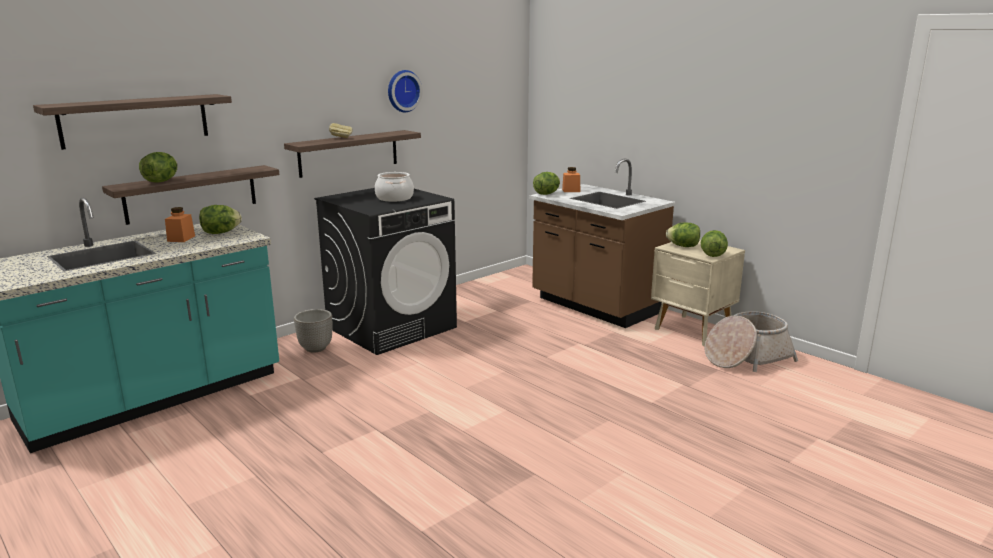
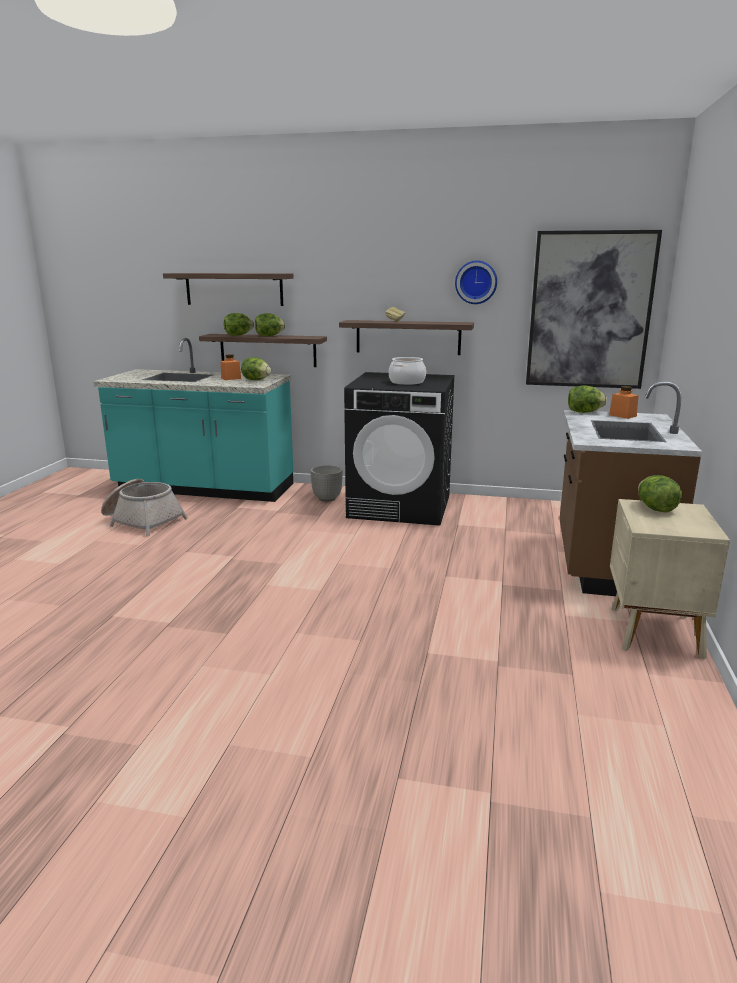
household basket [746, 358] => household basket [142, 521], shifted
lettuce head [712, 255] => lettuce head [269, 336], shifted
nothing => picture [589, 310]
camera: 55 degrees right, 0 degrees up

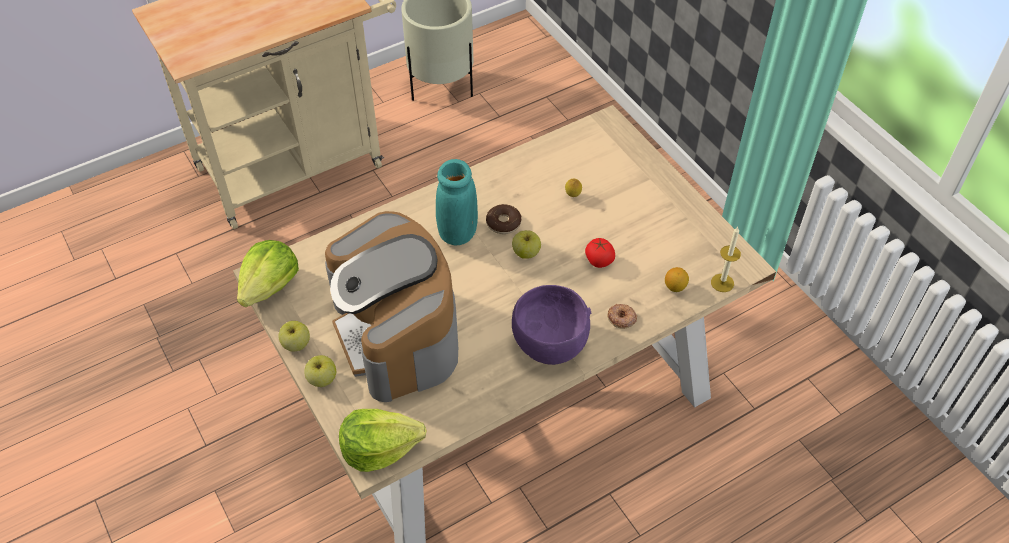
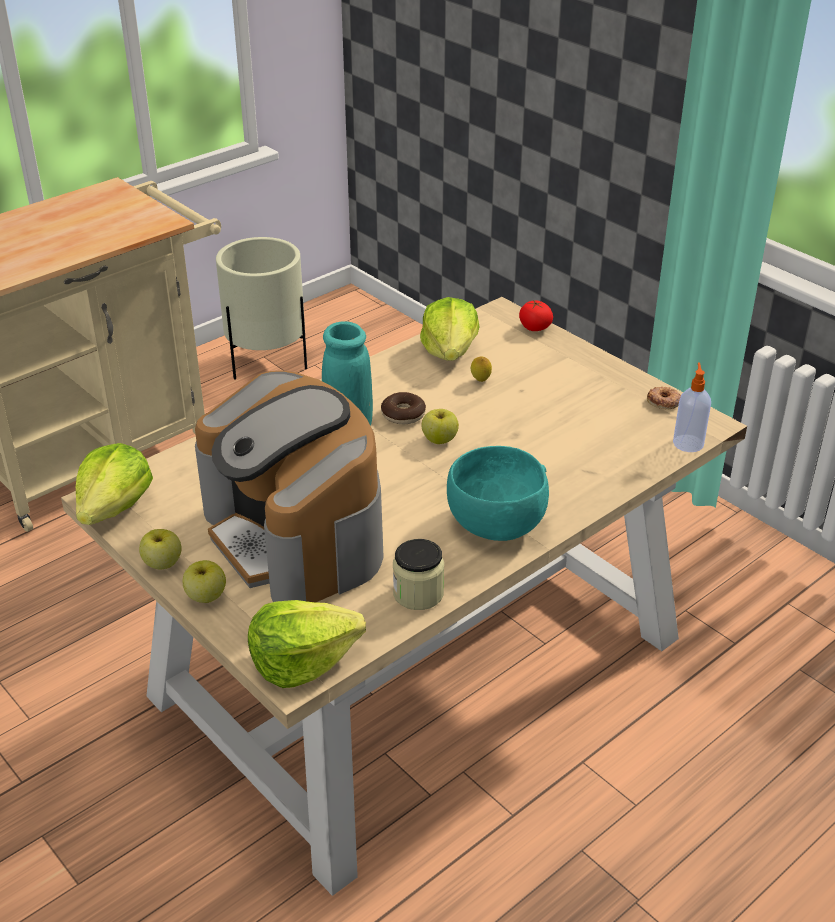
nothing => preserve jar [418, 593]
nothing => lettuce head [450, 351]
purple-coloured serving bowl [550, 343] => turquoise serving bowl [496, 524]
whole tomato [599, 260] => whole tomato [534, 328], shifted
donut [621, 318] => donut [664, 401], shifted
wax candle [722, 283] => soap bottle [688, 443]
citrus fruit [675, 287] => nothing
camera: 10 degrees left, 15 degrees down

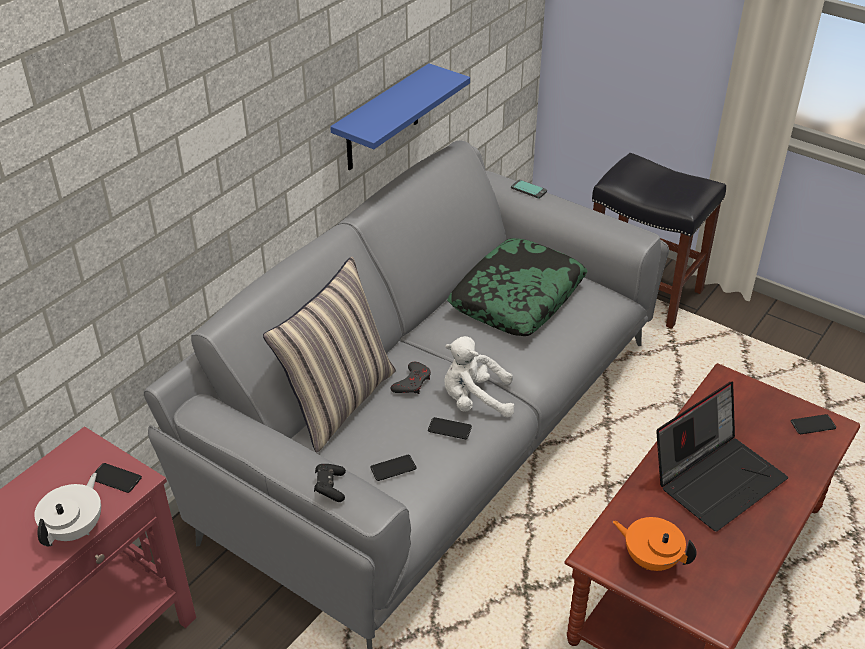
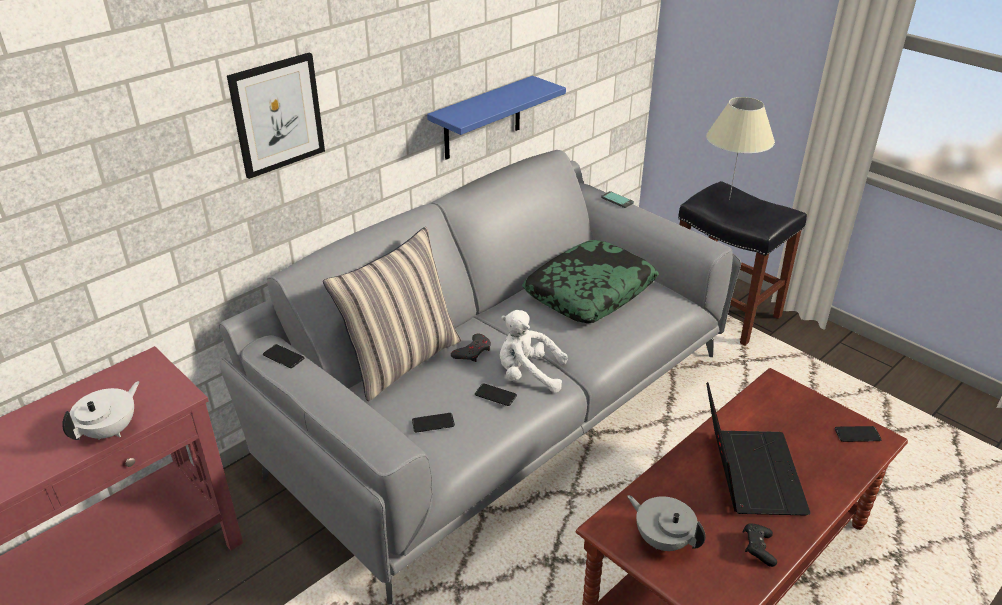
nothing => picture [277, 115]
phone [116, 478] => phone [283, 357], shifted
orangey tea pot [650, 558] => grey tea pot [662, 539]
nothing => sand-coloured table lamp [729, 199]
portable computer [717, 478] => portable computer [748, 471], 60 degrees counterclockwise
blackish gamepad [330, 487] => blackish gamepad [758, 549], shifted
camera: 10 degrees right, 5 degrees down

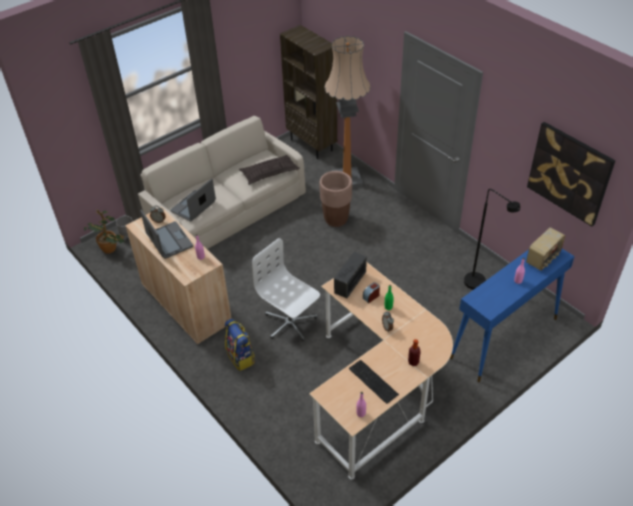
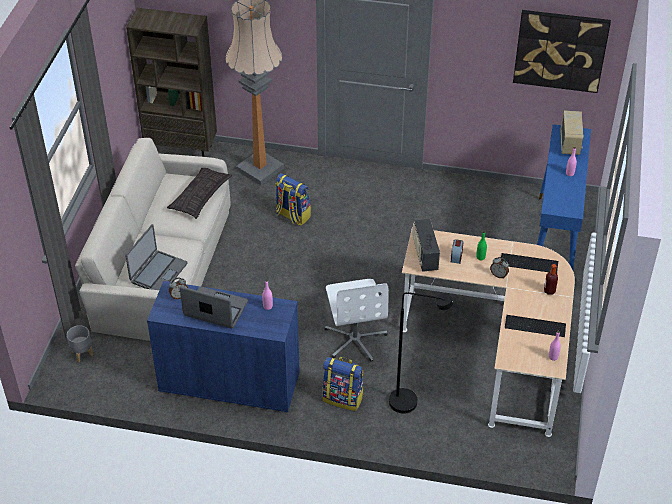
portable computer [193, 207] => portable computer [158, 273], 150 degrees counterclockwise
sand-coloured cabinet [186, 303] => bluish cabinet [229, 382]
brown planter [336, 219] => rucksack [292, 215]
white-coloured office chair [290, 323] => white-coloured office chair [355, 339], 105 degrees counterclockwise
blackish standing lamp [479, 285] => blackish standing lamp [411, 402], shifted
nothing => computer keyboard [529, 264]
potted plant [111, 251] => nothing
camera: 40 degrees left, 0 degrees up

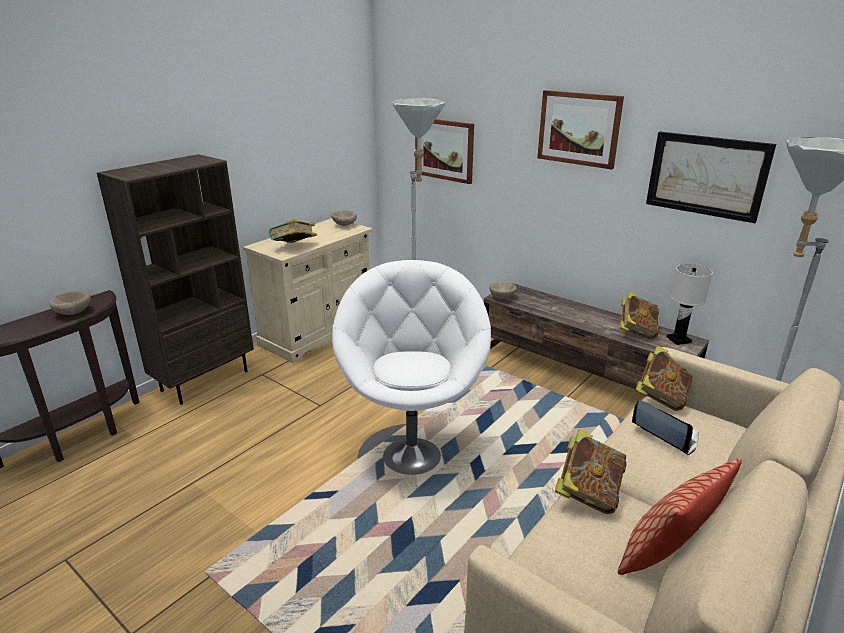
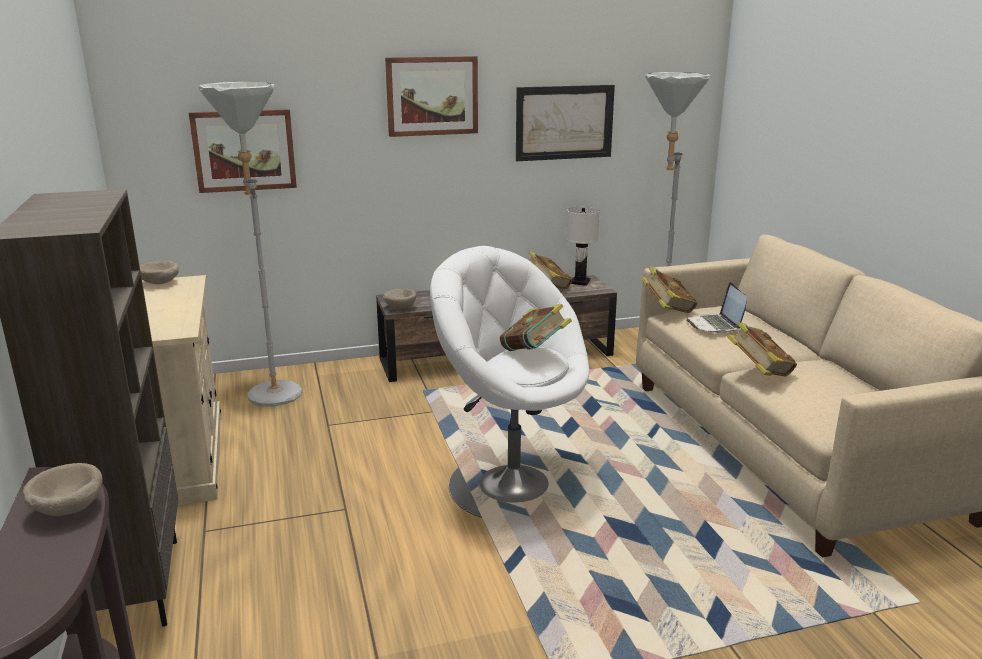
book [294, 247] => book [534, 353], shifted
portable computer [664, 434] => portable computer [715, 325], 90 degrees counterclockwise
pillow [666, 556] => nothing
camera: 55 degrees left, 5 degrees down

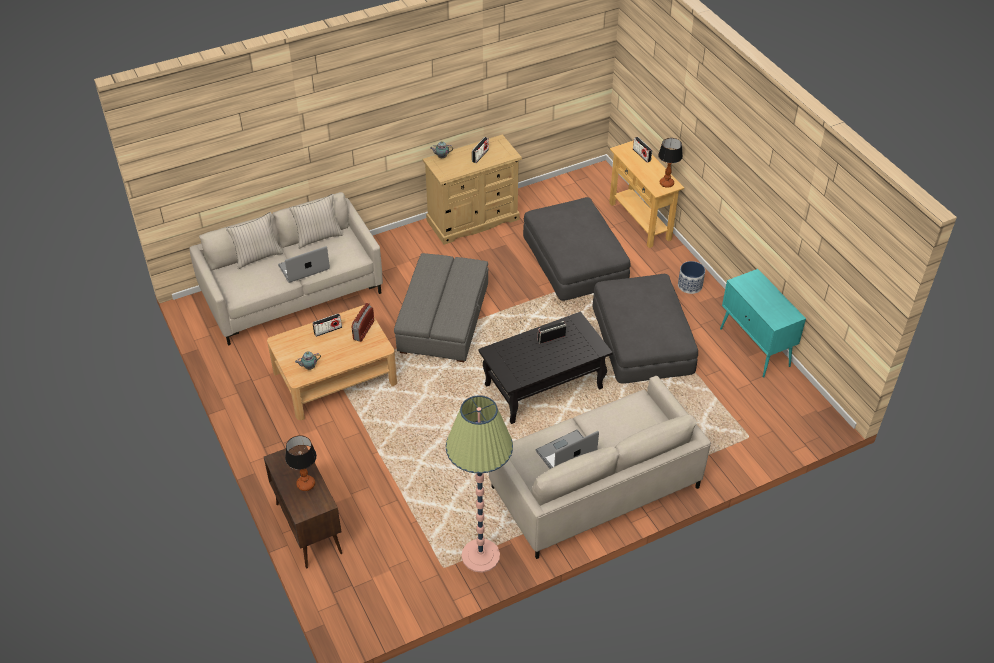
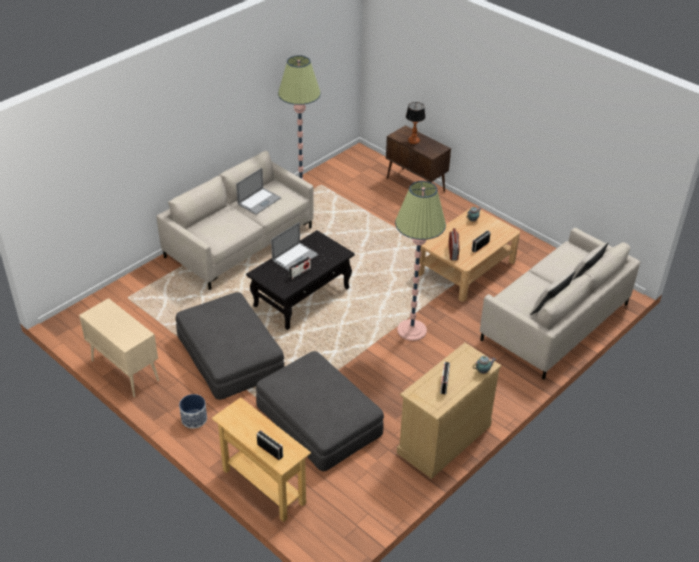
turquoise cabinet [755, 348] => sand-coloured cabinet [124, 370]
portable computer [304, 267] => portable computer [295, 257], shifted
grey footrest [443, 319] => standing lamp [411, 330]
table lamp [666, 183] => nothing
camera: 160 degrees right, 5 degrees down

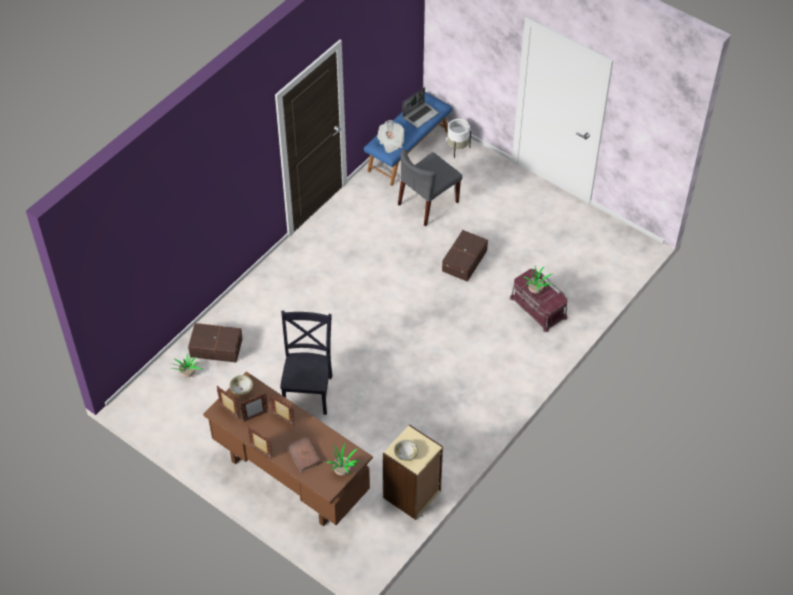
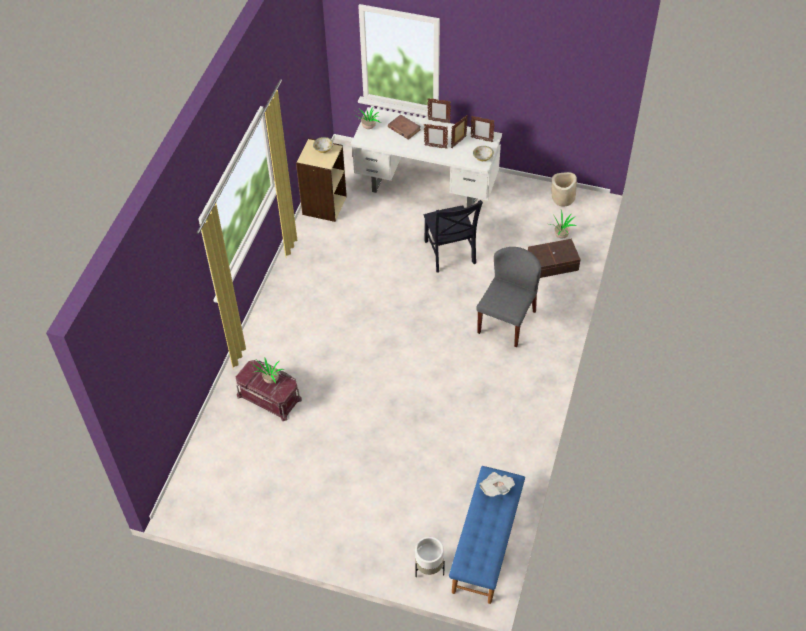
brown desk table [290, 478] => white-coloured desk table [427, 188]
grey upright chair [428, 203] => grey upright chair [506, 321], shifted
nothing => sand-coloured planter [562, 198]
portable computer [420, 115] => nothing
brown storage container [465, 260] => nothing
camera: 160 degrees right, 0 degrees up

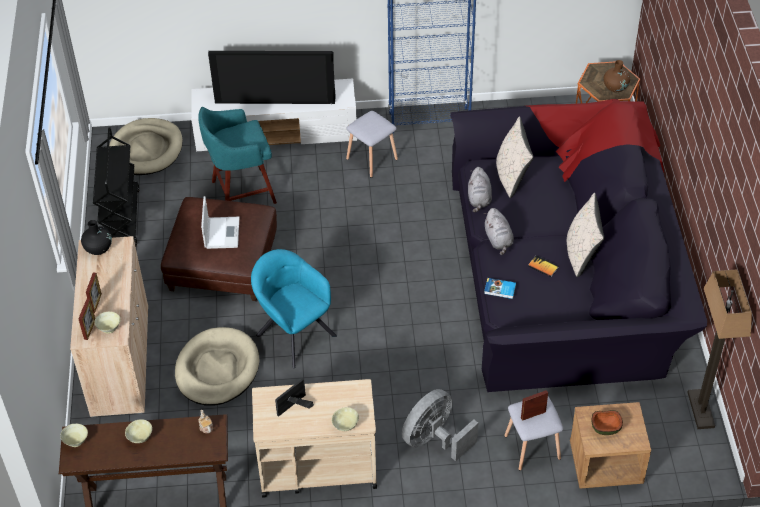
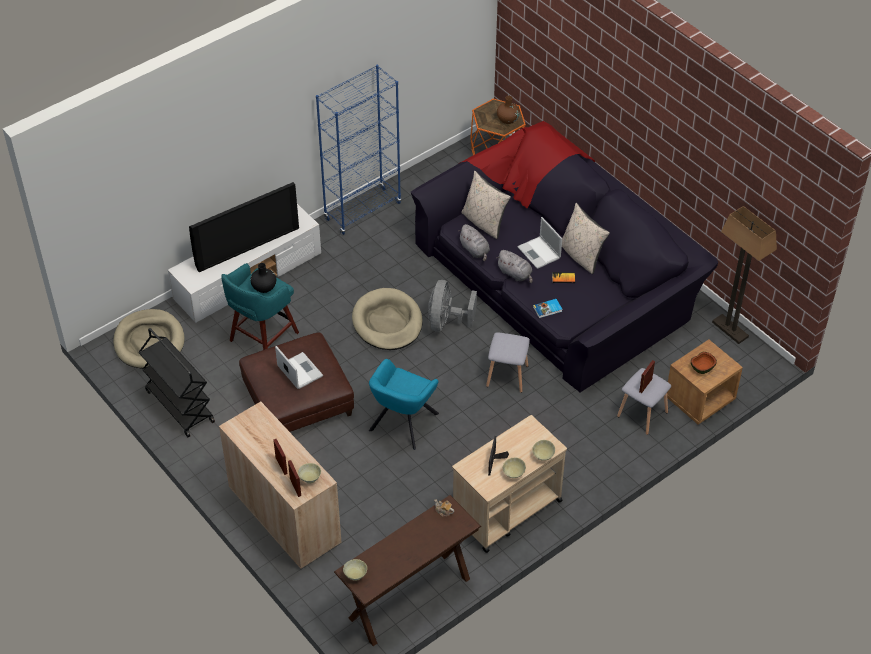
blackish decorative vase [98, 248] => blackish decorative vase [264, 287], shifted
sand-coloured dog bed [217, 369] => sand-coloured dog bed [387, 322], shifted
turquoise easy chair [294, 333] => turquoise easy chair [402, 424], 75 degrees counterclockwise
grey fan [434, 440] => grey fan [446, 322], shifted
grey stool seat [372, 158] => grey stool seat [507, 375], shifted
sand-coloured serving bowl [140, 437] => sand-coloured serving bowl [513, 473], shifted
nothing => portable computer [539, 253]
camera: 35 degrees left, 0 degrees up

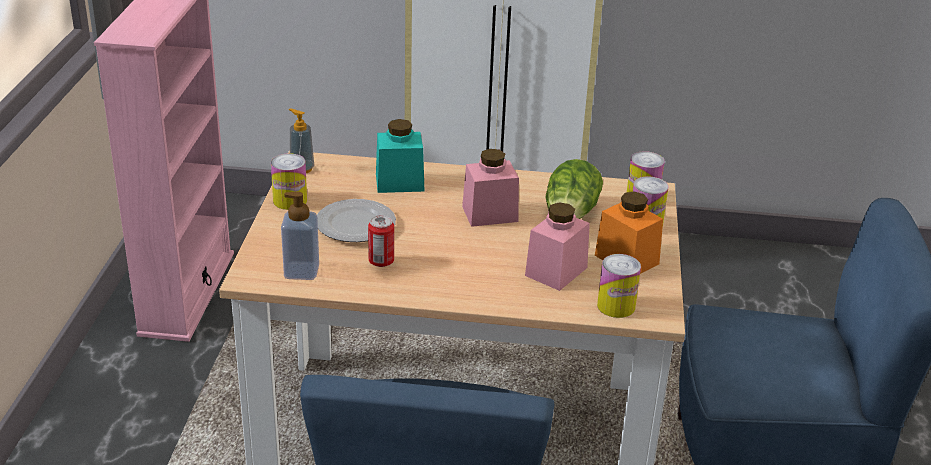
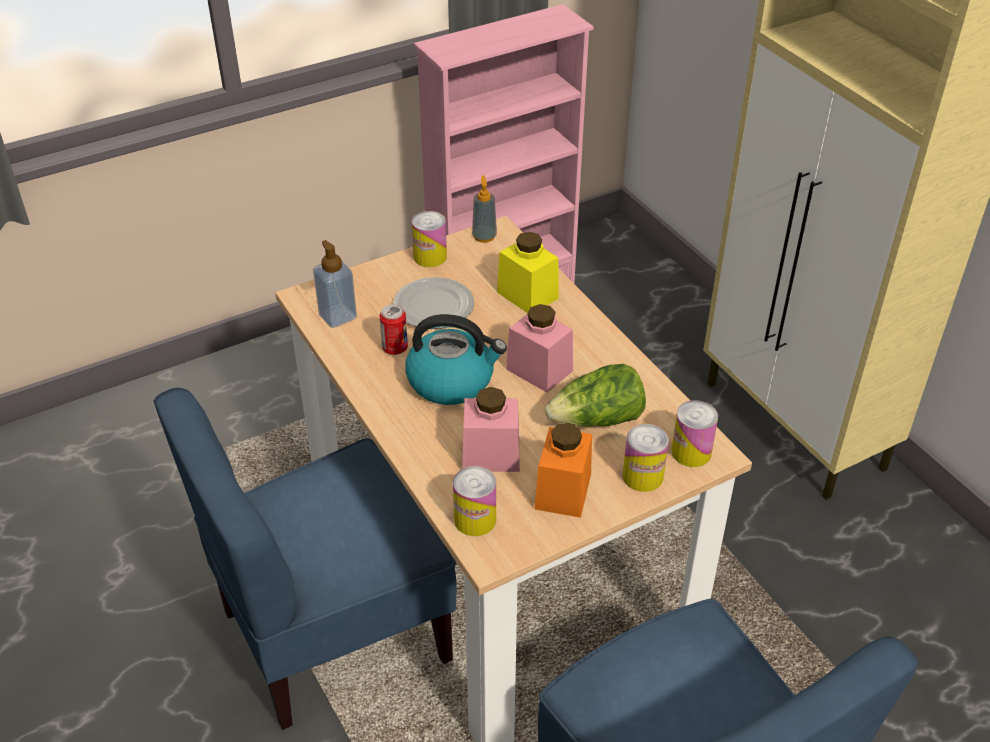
nothing => tea kettle [452, 381]
turquoise preserve jar [399, 182] => yellowish preserve jar [527, 295]
camera: 55 degrees right, 10 degrees up

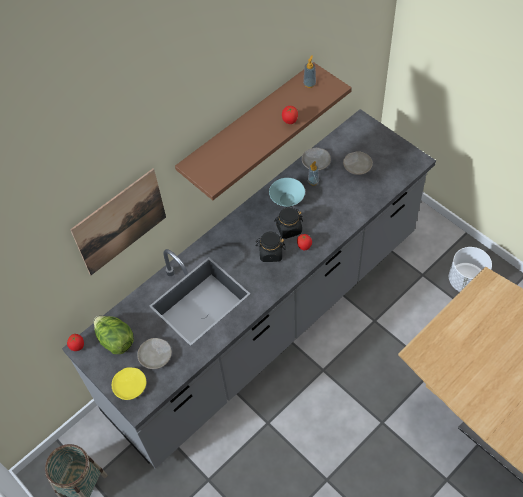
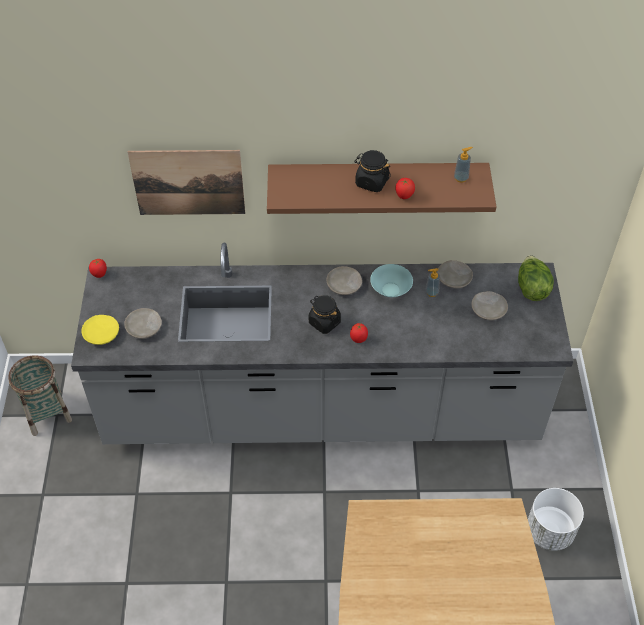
nothing => sand-coloured plate [344, 285]
blackish preserve jar [289, 229] => blackish preserve jar [371, 182], shifted
lettuce head [115, 341] => lettuce head [531, 288], shifted
camera: 40 degrees right, 5 degrees down

